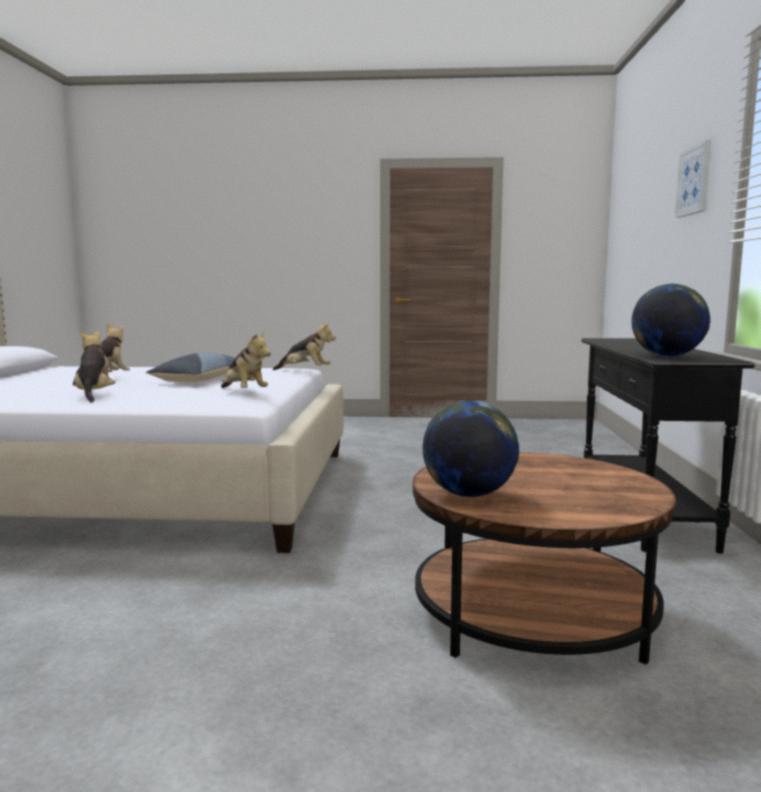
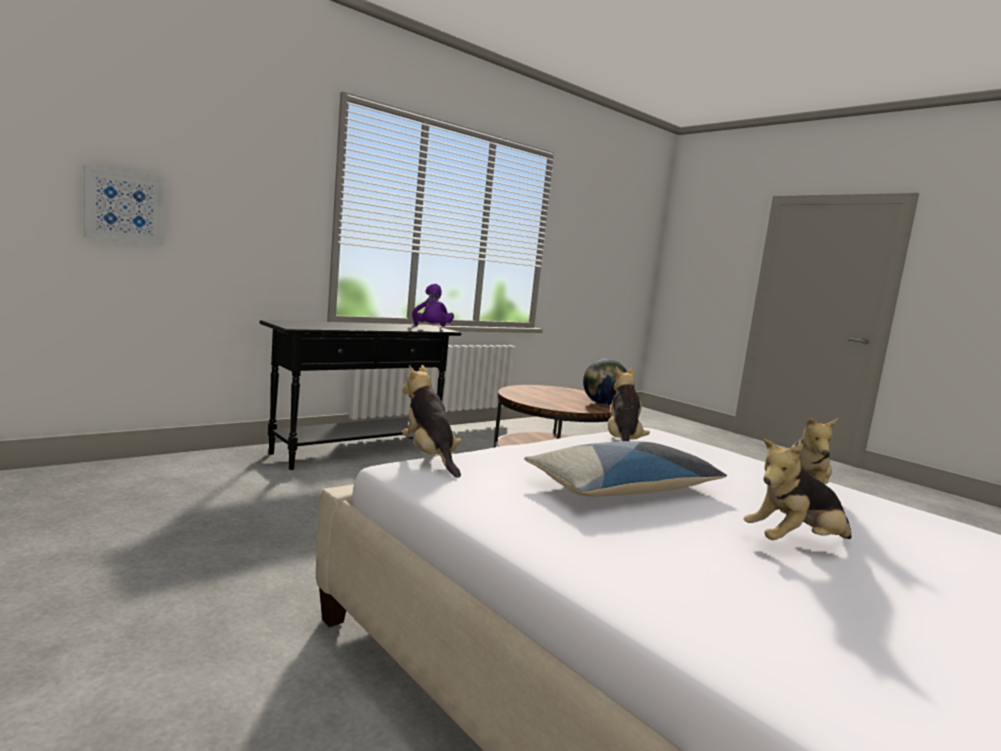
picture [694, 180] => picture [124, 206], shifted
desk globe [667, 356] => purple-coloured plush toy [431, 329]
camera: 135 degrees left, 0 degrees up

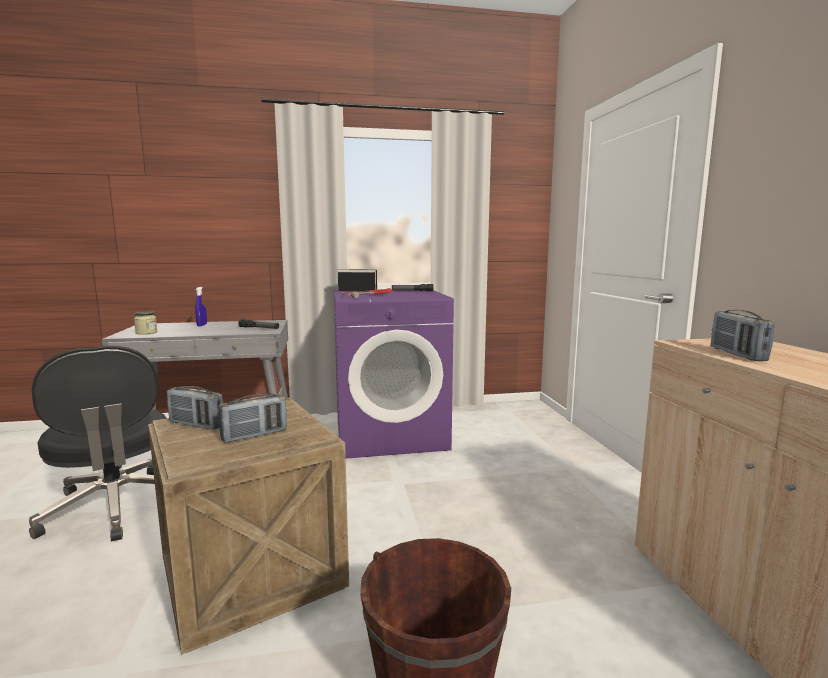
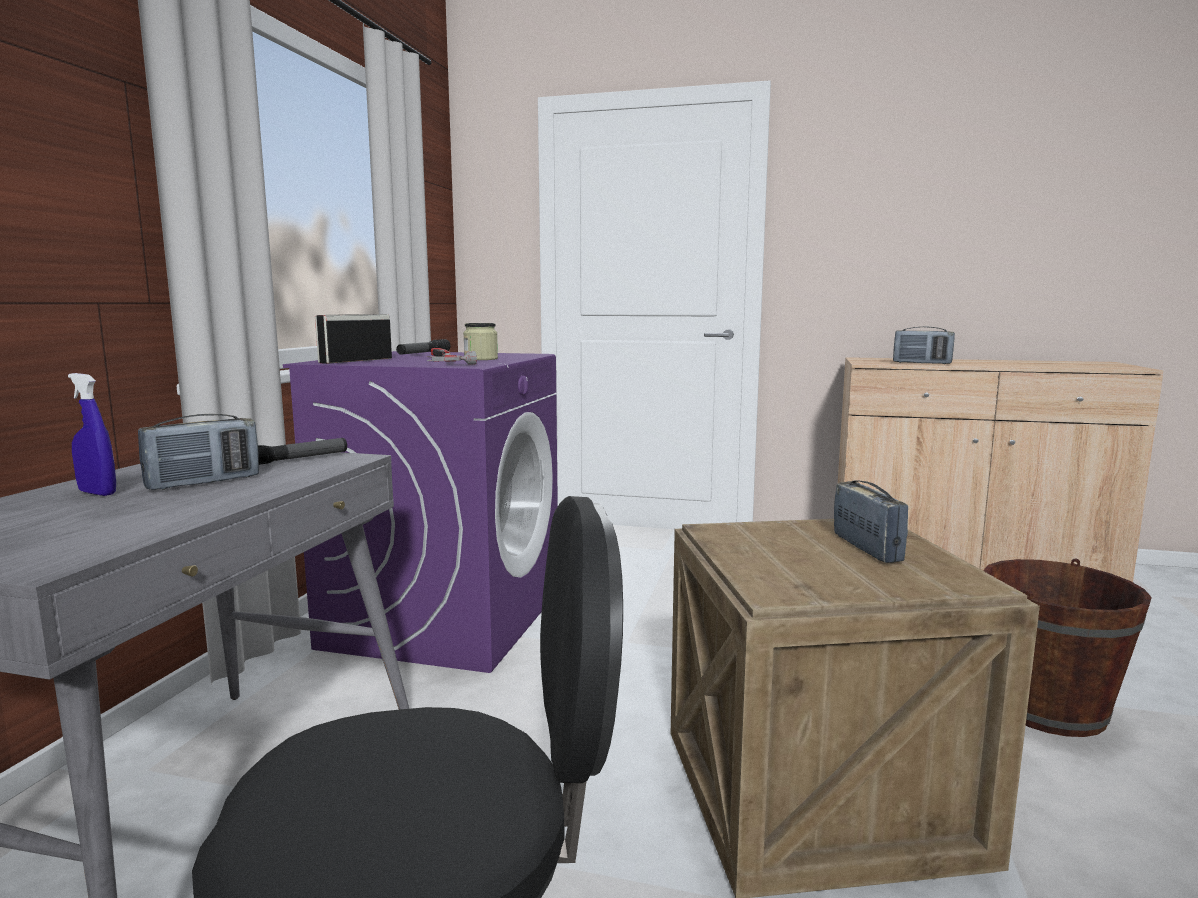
radio [196, 425] => radio [204, 483], shifted
preserve jar [146, 333] => preserve jar [481, 359], shifted
camera: 65 degrees left, 0 degrees up

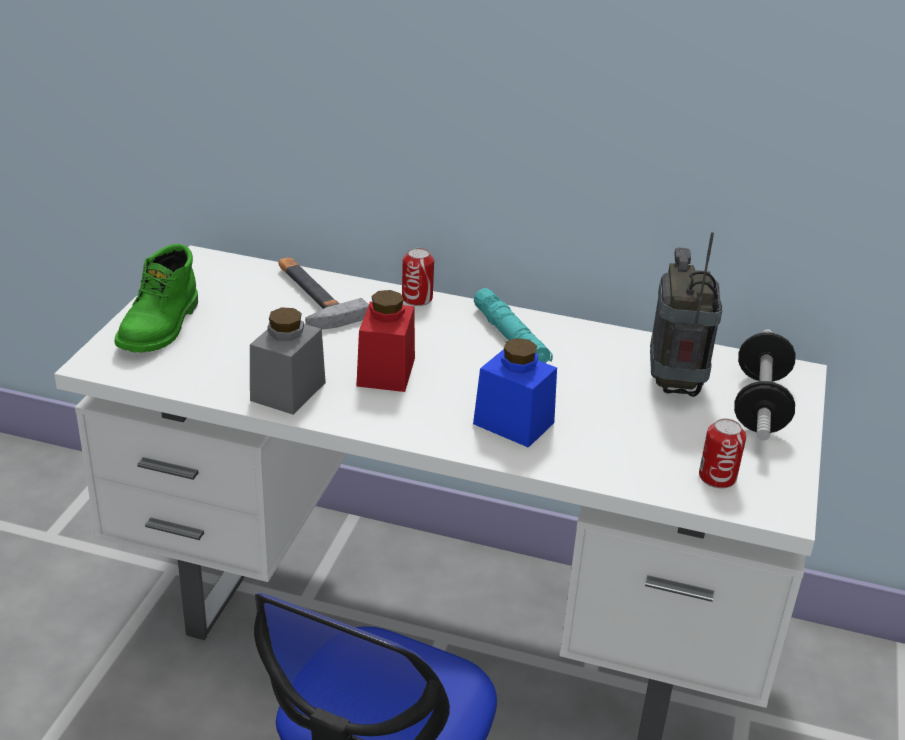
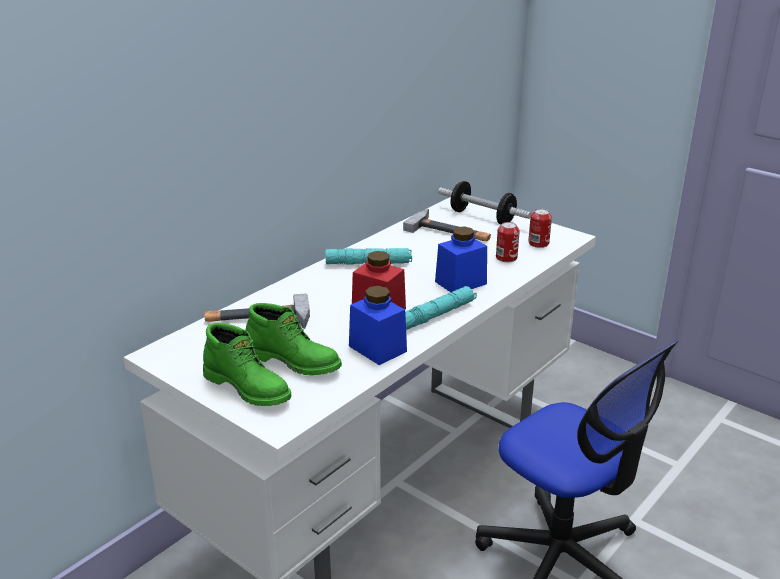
nothing => green tall boot [294, 361]
grey preserve jar [288, 391] => bluish preserve jar [377, 349]
radio [675, 384] => tool hammer [450, 232]
nothing => turquoise torch [436, 315]
sealed can [417, 298] => sealed can [506, 257], shifted
camera: 65 degrees left, 5 degrees down

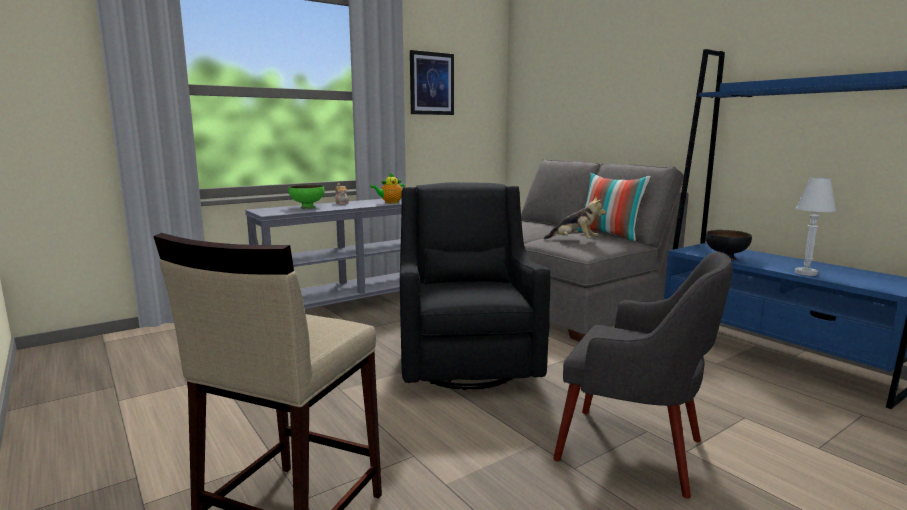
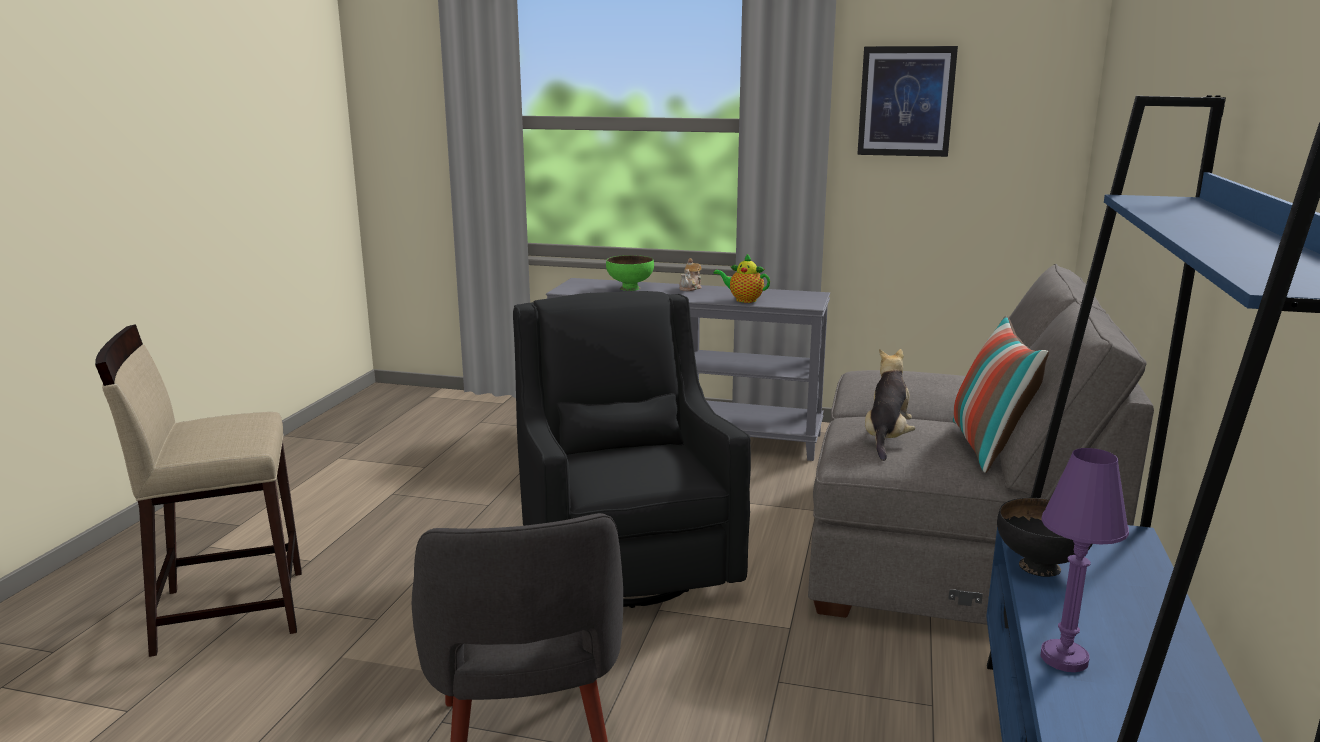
blackish easy chair [466, 362] => blackish easy chair [624, 561], 60 degrees counterclockwise
plush toy [574, 241] => plush toy [886, 438], 150 degrees counterclockwise
white-coloured table lamp [806, 273] => purple-coloured table lamp [1064, 658]
camera: 50 degrees right, 5 degrees up

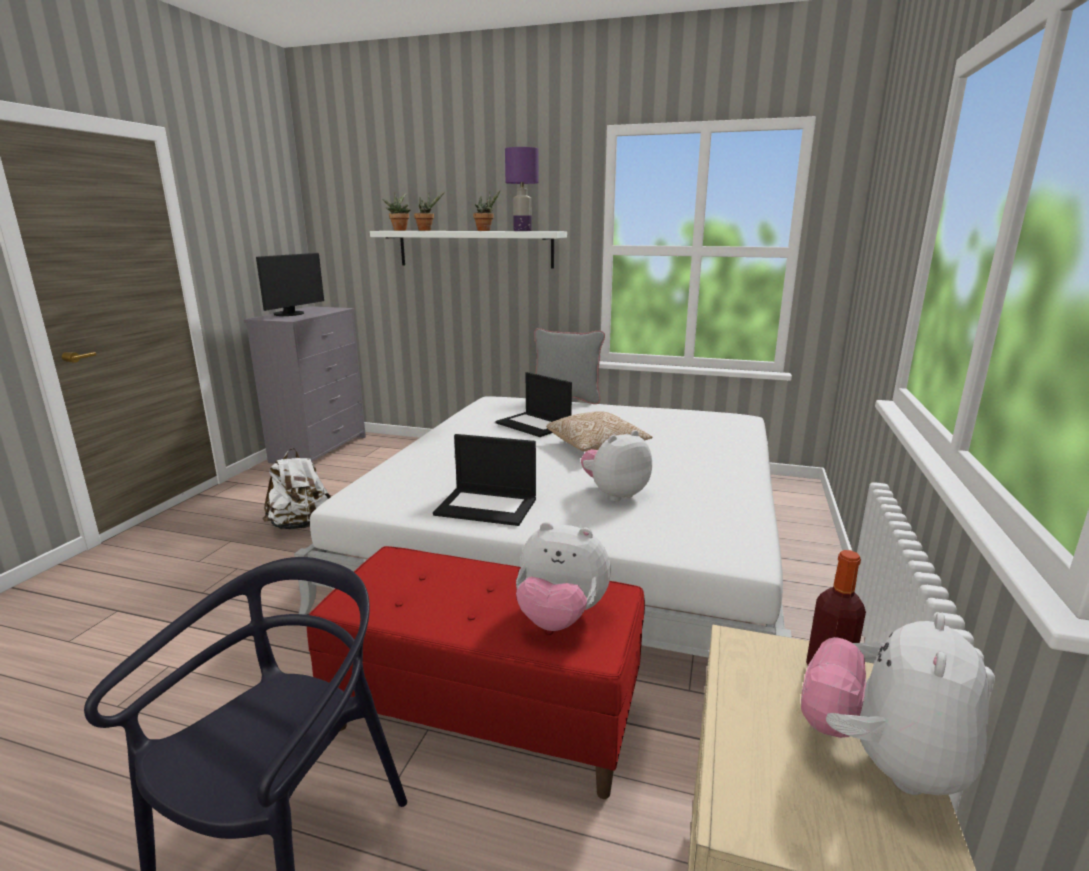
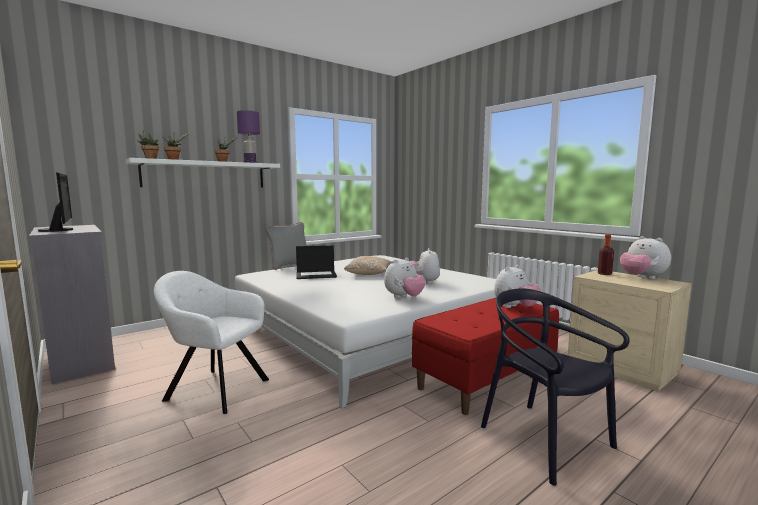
white-coloured rucksack [301, 525] => white-coloured easy chair [214, 389]
portable computer [487, 506] => plush toy [404, 297]
camera: 55 degrees left, 10 degrees down

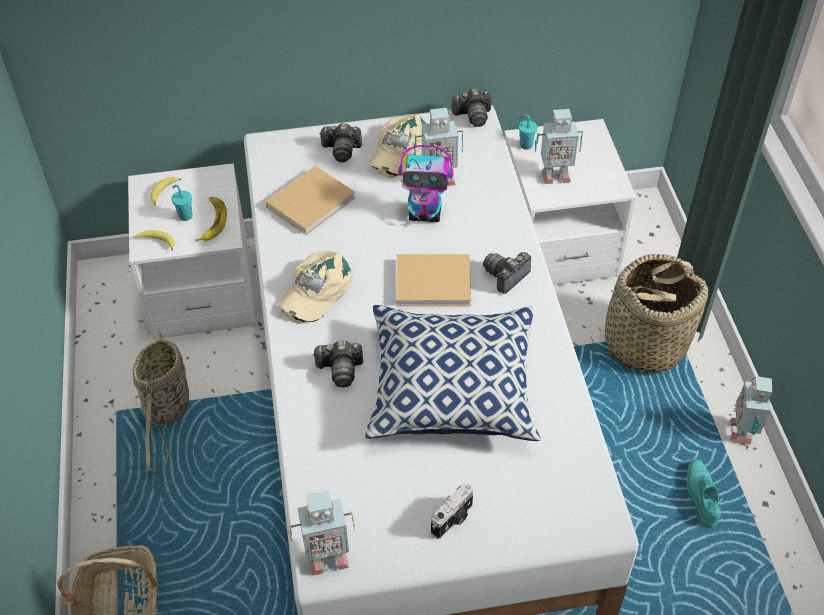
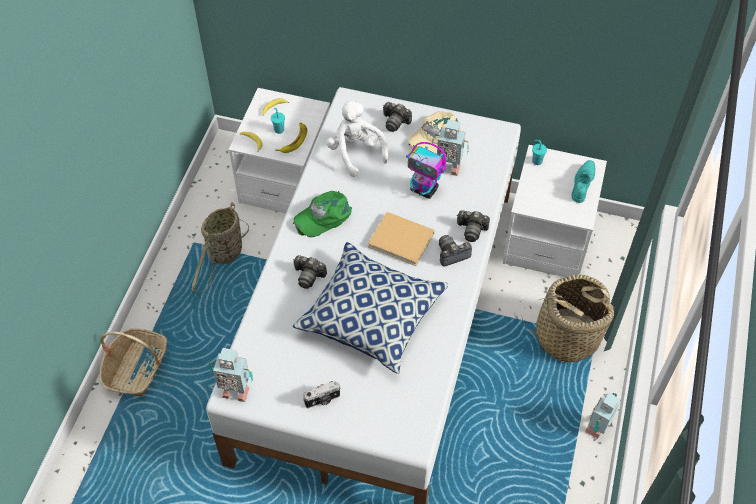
sand-coloured peaked cap [316, 290] => green peaked cap [323, 216]
sand-coloured book [312, 201] => white-coloured plush toy [356, 152]
photo camera [472, 116] => photo camera [472, 230], shifted
turquoise low shoe [701, 496] => turquoise low shoe [582, 183], shifted
model robot [554, 175] => nothing
camera: 25 degrees right, 5 degrees up

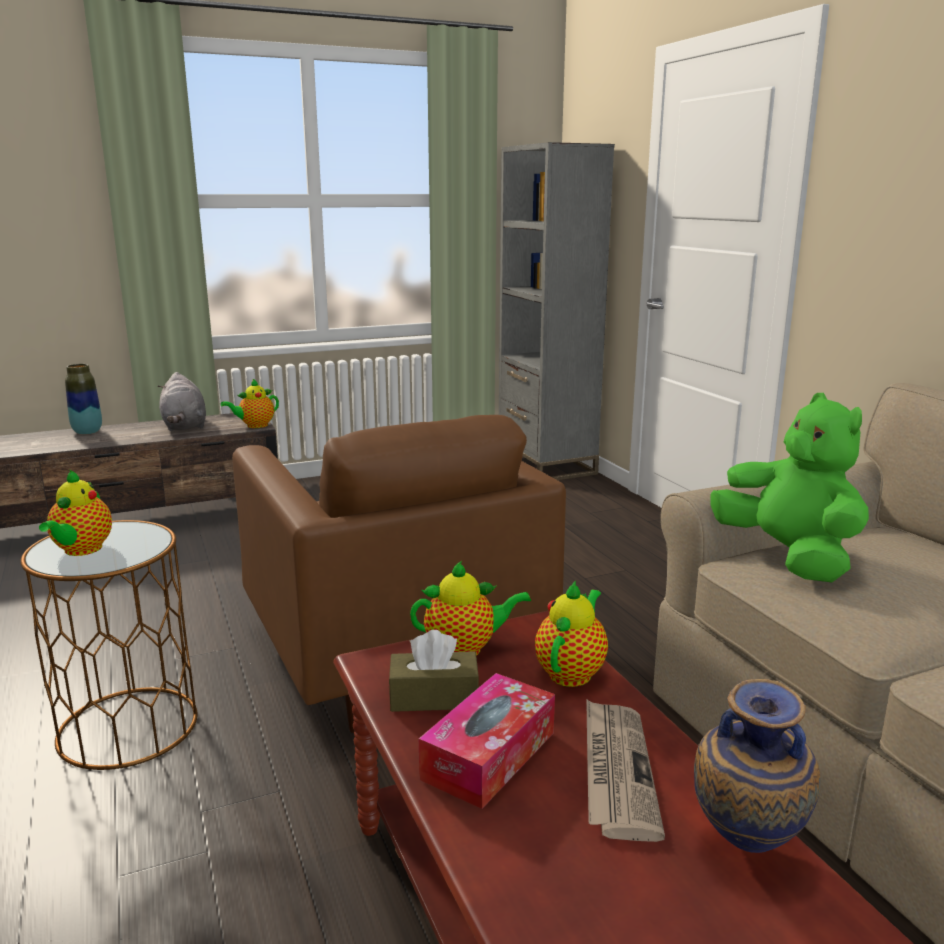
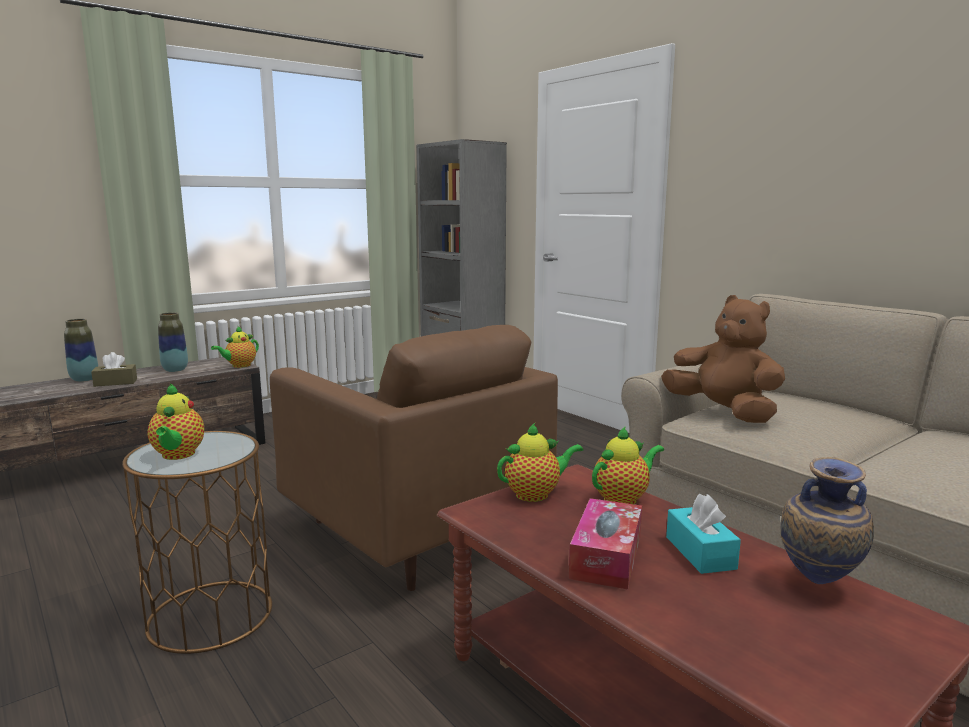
brown box of tissues [434, 697] => brown box of tissues [115, 382], shifted
grey plush toy [184, 426] => decorative vase [175, 370]
tea pot [572, 671] => tea pot [623, 498], 45 degrees clockwise
green plush toy [788, 557] => brown plush toy [723, 412]
daily paper [616, 770] => turquoise box of tissues [700, 553]
camera: 15 degrees left, 5 degrees down

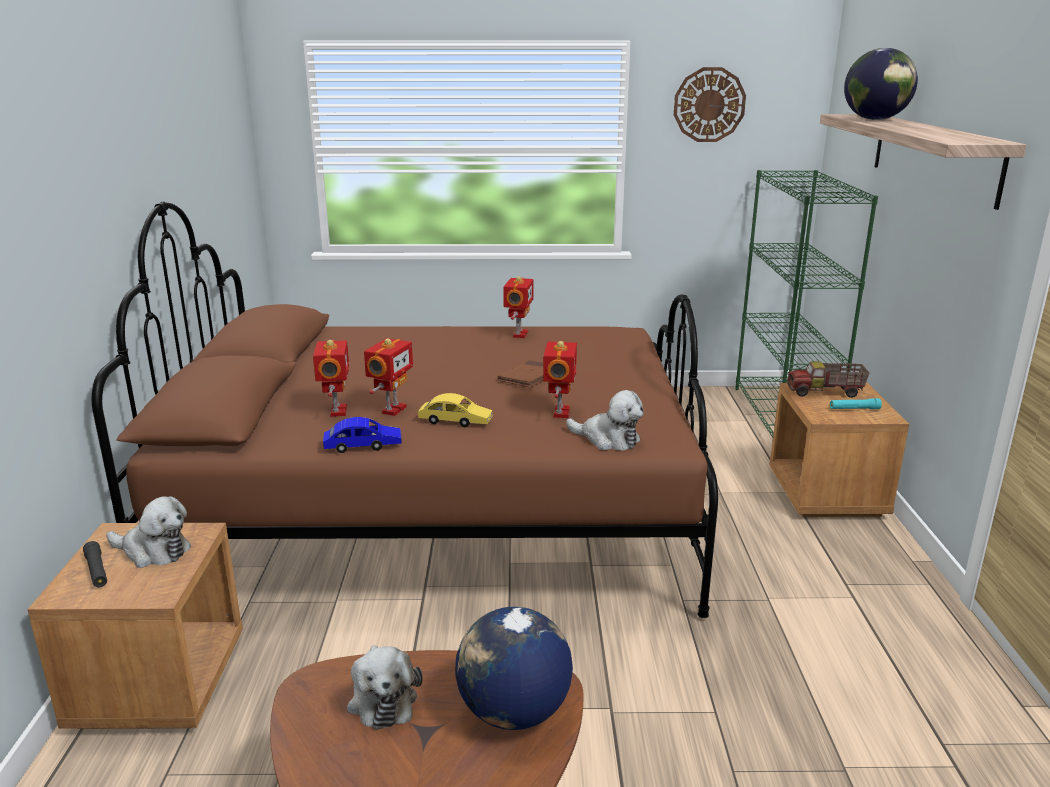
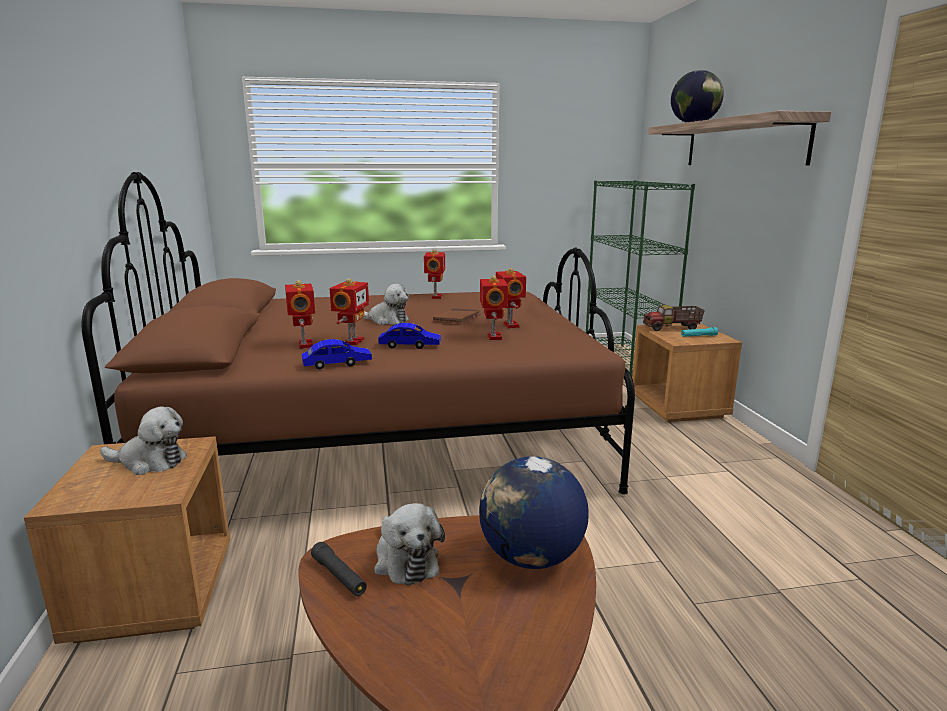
blackish torch [97, 571] => blackish torch [339, 576], shifted
plush toy [608, 439] => plush toy [386, 320], shifted
yellowish toy car [455, 421] => bluish toy car [410, 346]
nothing => model robot [509, 325]
hanging clock [709, 105] => nothing
camera: 10 degrees left, 5 degrees down

